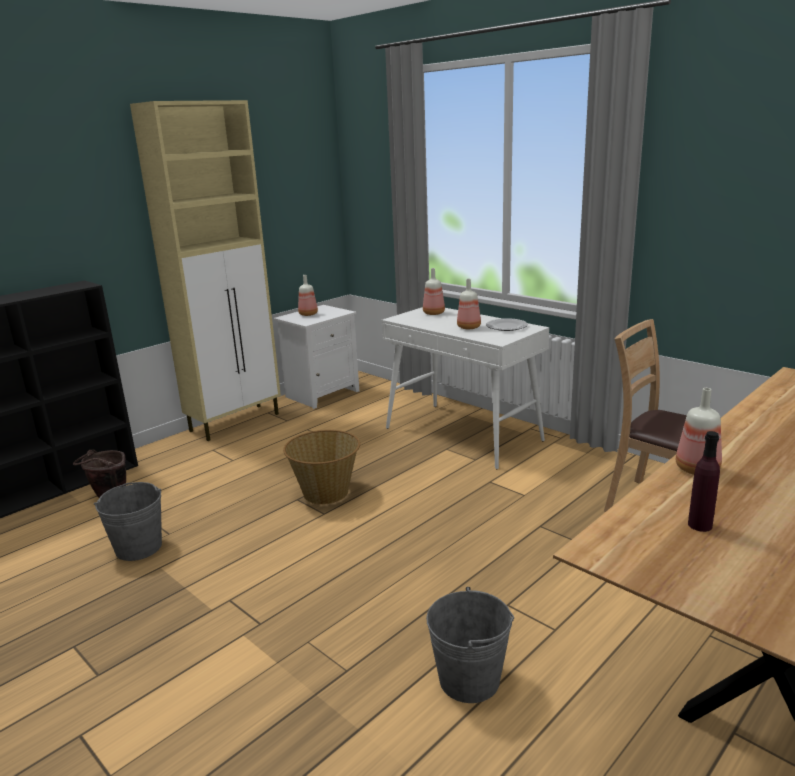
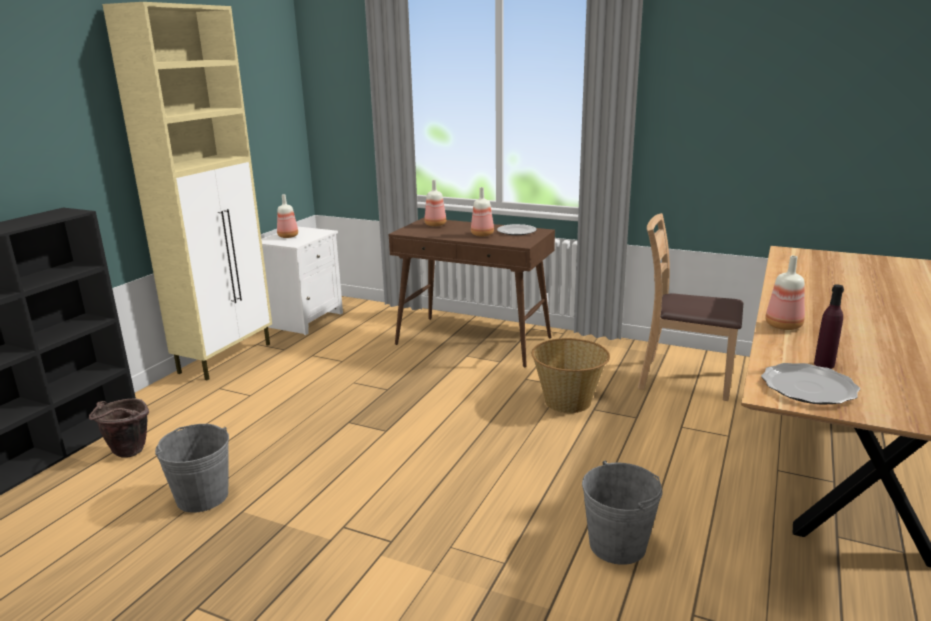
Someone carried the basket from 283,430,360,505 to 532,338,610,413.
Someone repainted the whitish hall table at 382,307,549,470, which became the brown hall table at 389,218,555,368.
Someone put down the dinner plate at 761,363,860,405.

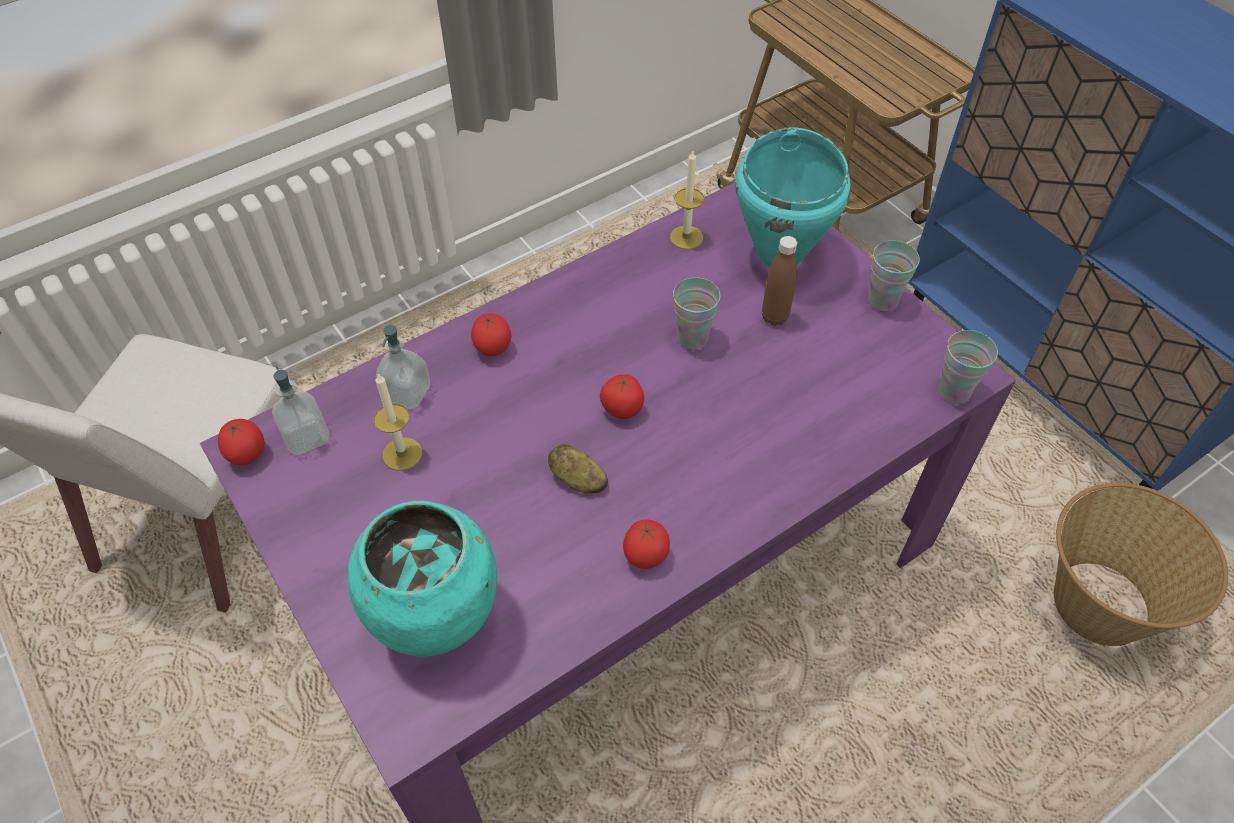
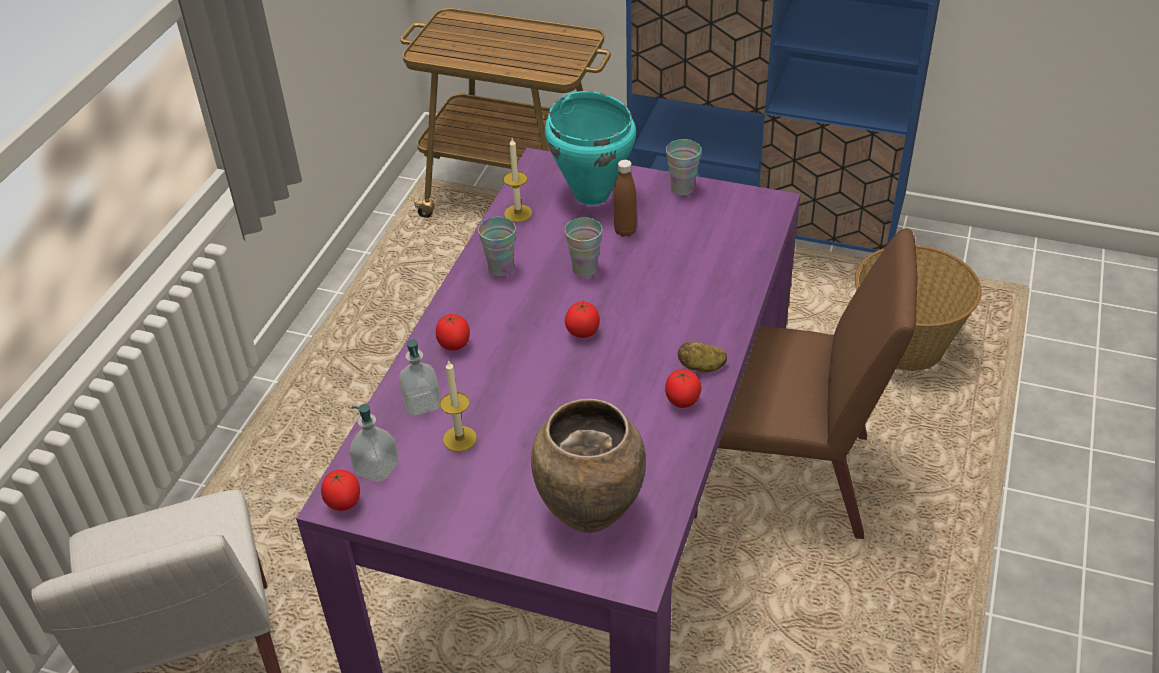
Someone repainted the turquoise decorative vase at 348,501,497,656, which became the brown decorative vase at 531,399,646,533.
Someone carried the spud from 548,444,608,494 to 678,342,727,373.
Someone carried the drinking cup from 938,330,998,403 to 478,217,516,276.
Someone put down the brown chair at 694,229,918,539.

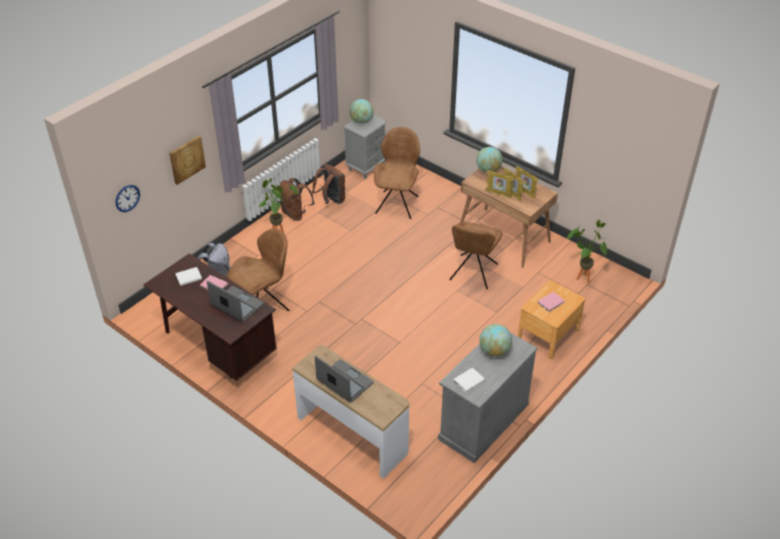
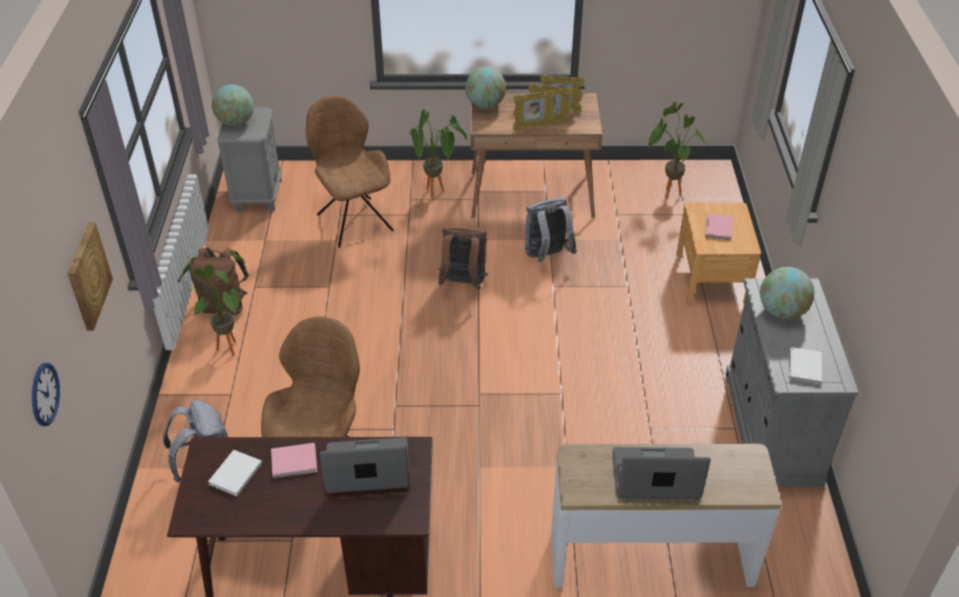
Someone carried the brown rucksack from 312,164,345,204 to 438,227,488,290.
Someone swapped the brown chair at 449,222,502,289 for the greyish rucksack at 525,197,577,262.
Someone put down the plant in a pot at 410,109,467,198.

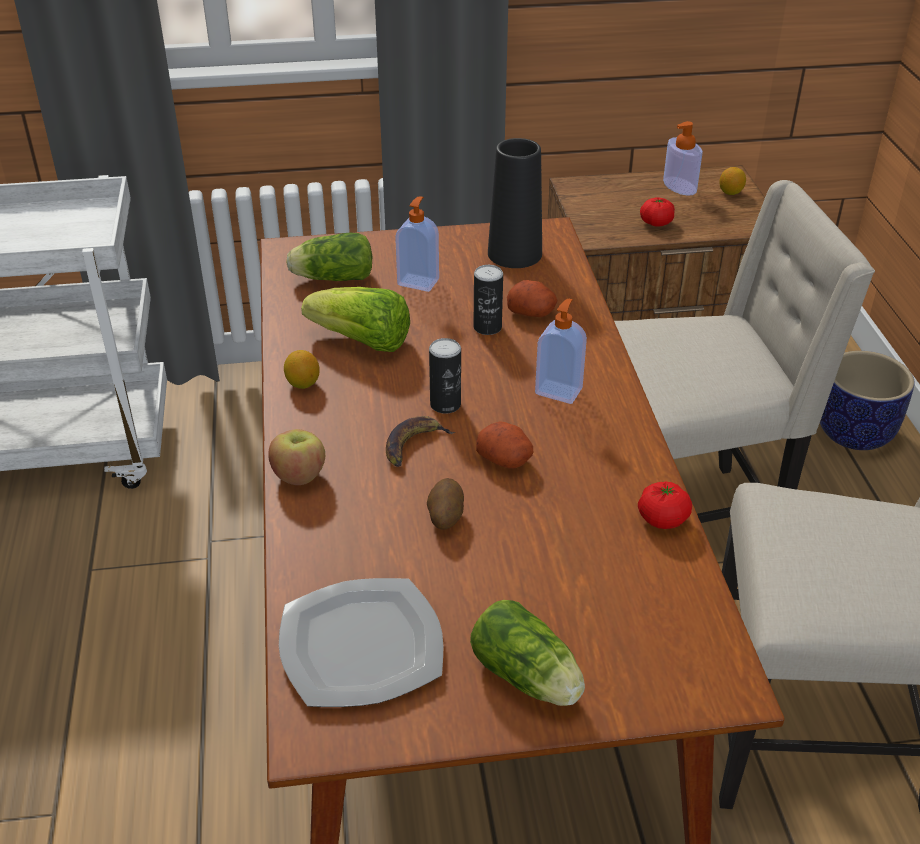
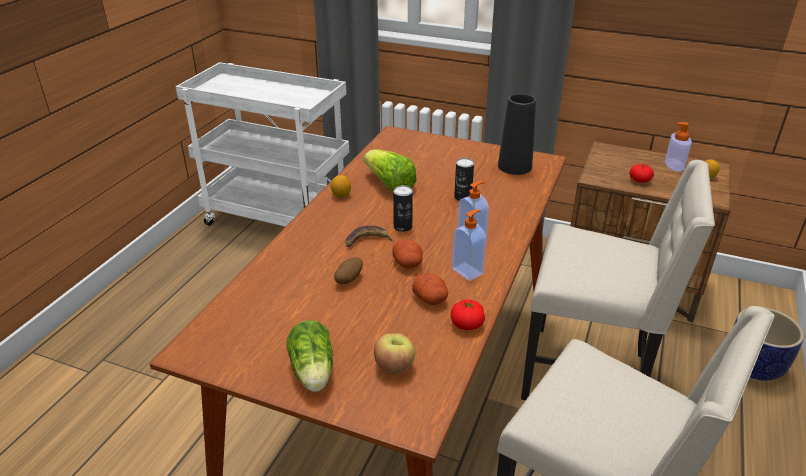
Someone carried the apple from 268,429,325,485 to 374,333,415,375.
Someone took away the dinner plate at 279,578,443,707.
Someone took away the lettuce at 286,232,372,281.
Someone carried the soap bottle from 395,196,439,292 to 452,209,487,281.
Someone carried the spud from 507,280,558,317 to 412,273,448,305.

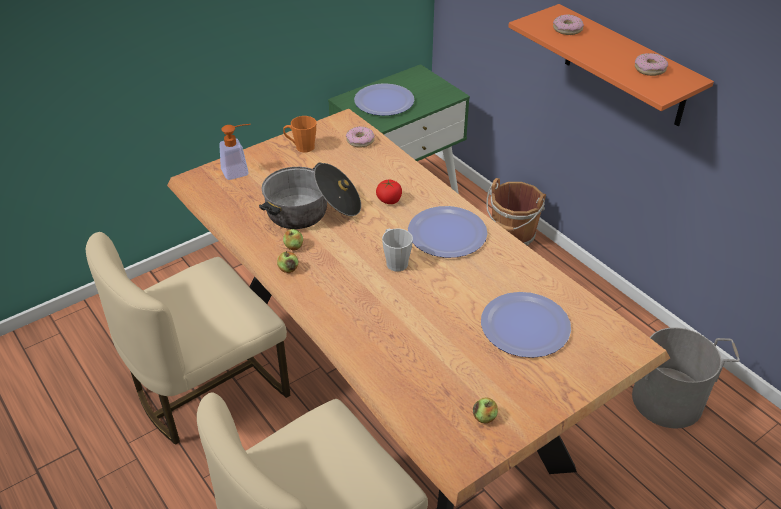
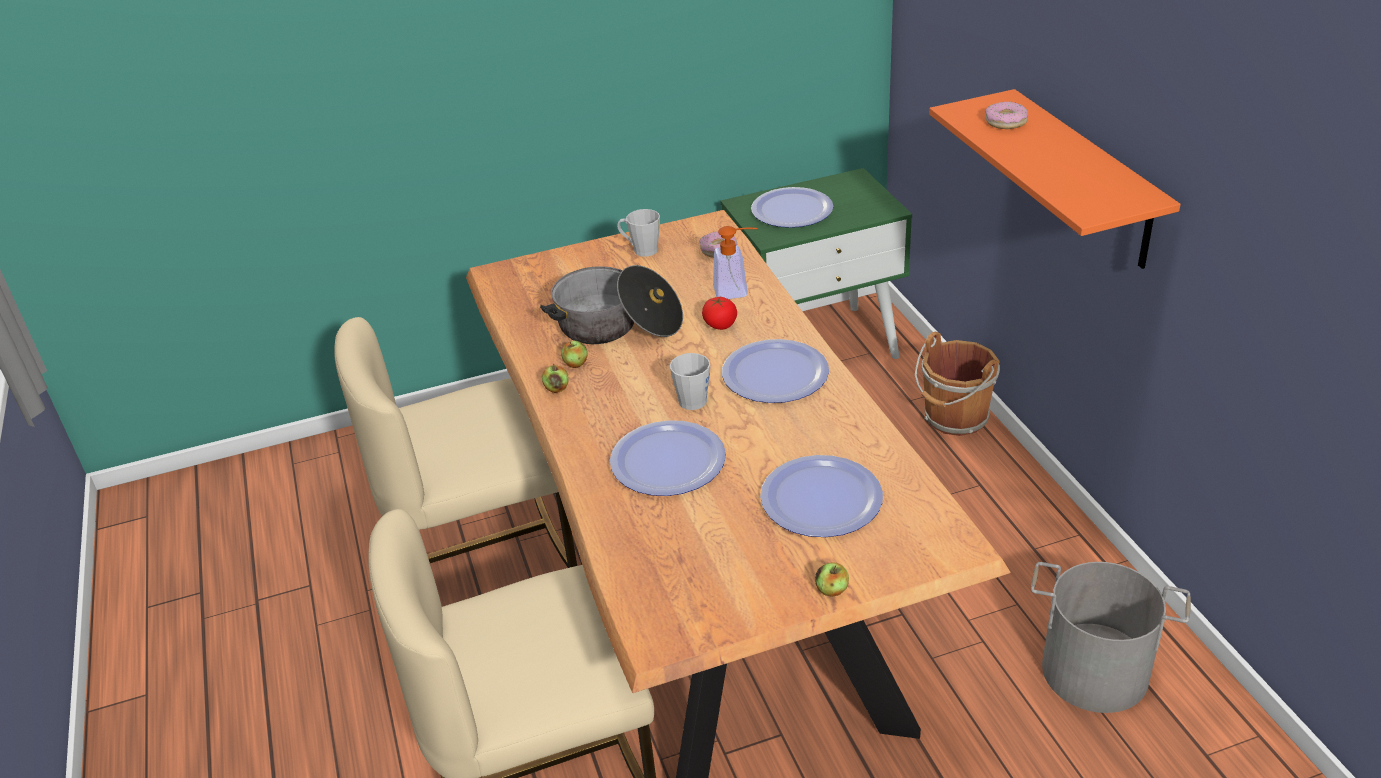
Someone carried the soap bottle from 219,124,251,180 to 713,226,758,299.
Someone repainted the orange-coloured tea mug at 283,116,316,152, which became the greyish tea mug at 617,209,660,257.
Someone carried the apple from 473,397,498,423 to 815,562,849,597.
Someone took away the ring doughnut at 635,53,668,76.
Someone put down the dinner plate at 610,420,726,496.

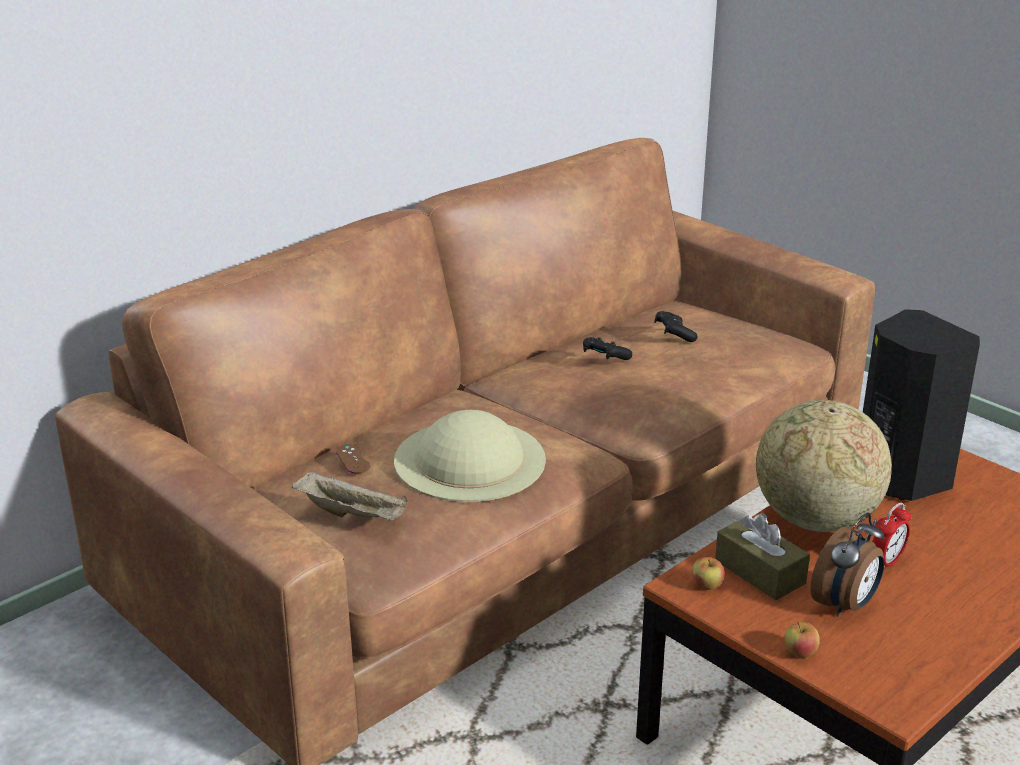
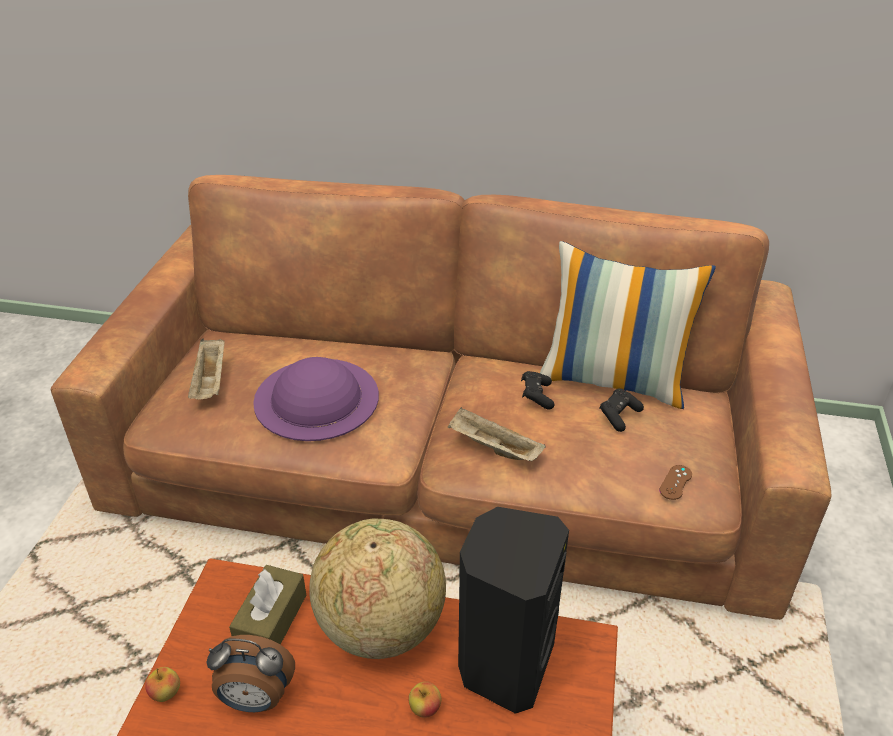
Someone carried the brown game controller from 336,444,370,473 to 659,465,692,500.
Someone repainted the beige clothing hat at 394,410,546,502, which became the purplish clothing hat at 253,357,379,441.
Someone carried the apple from 692,557,725,590 to 408,681,441,718.
Someone took away the bedside clock at 872,502,911,567.
Someone put down the beige tray at 448,407,546,461.
Someone put down the throw pillow at 540,241,716,409.

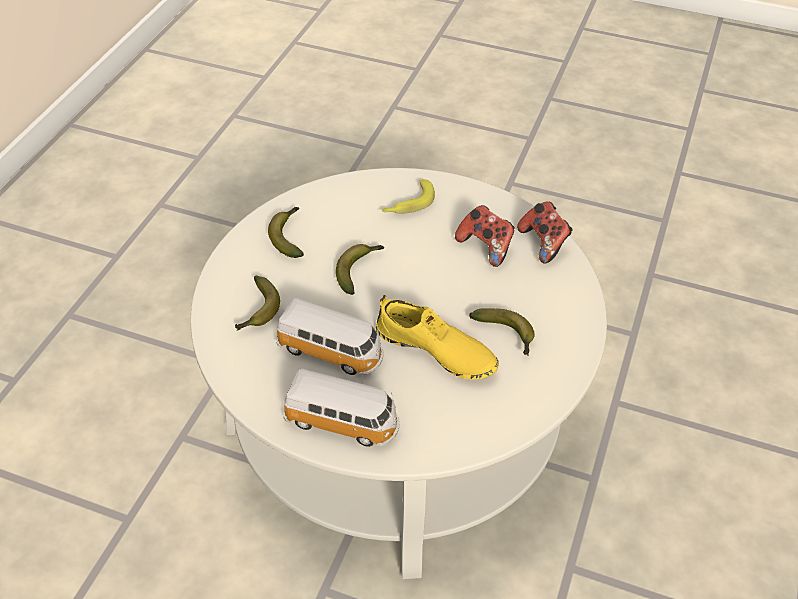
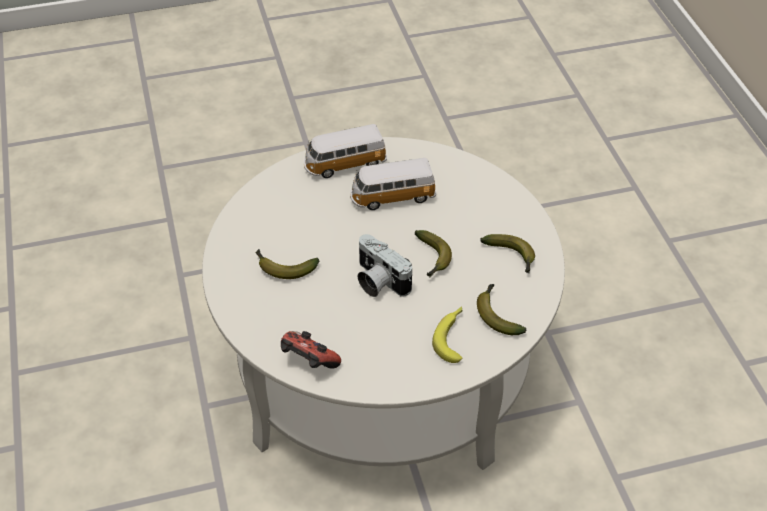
Someone carried the banana fruit from 235,275,280,331 to 477,284,527,335.
Someone took away the yellow item of footwear at 376,295,499,380.
Someone took away the game controller at 455,205,514,267.
Someone put down the still camera at 357,234,412,297.

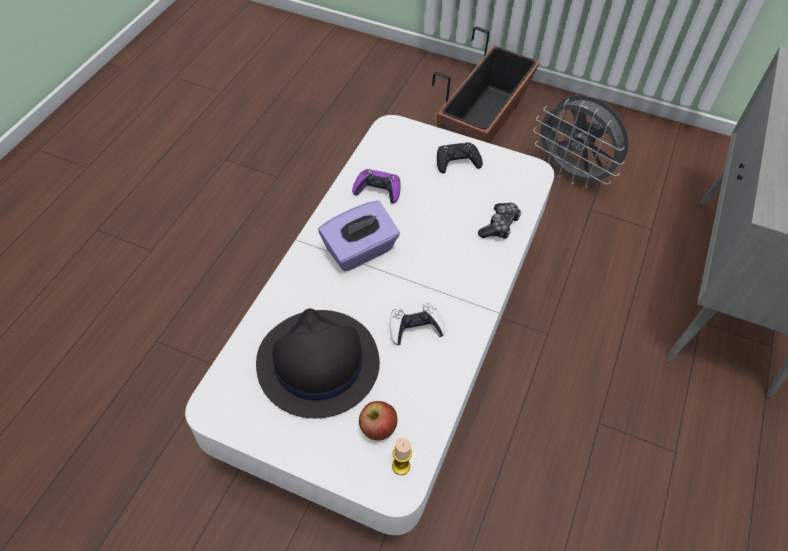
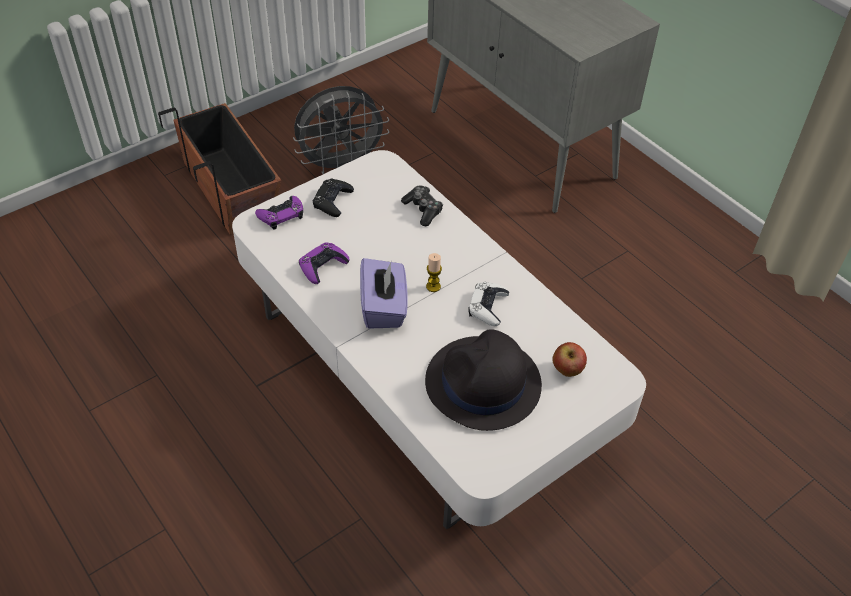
Someone carried the wax candle from 392,438,412,475 to 426,253,442,292.
Someone put down the purplish game controller at 255,196,303,230.

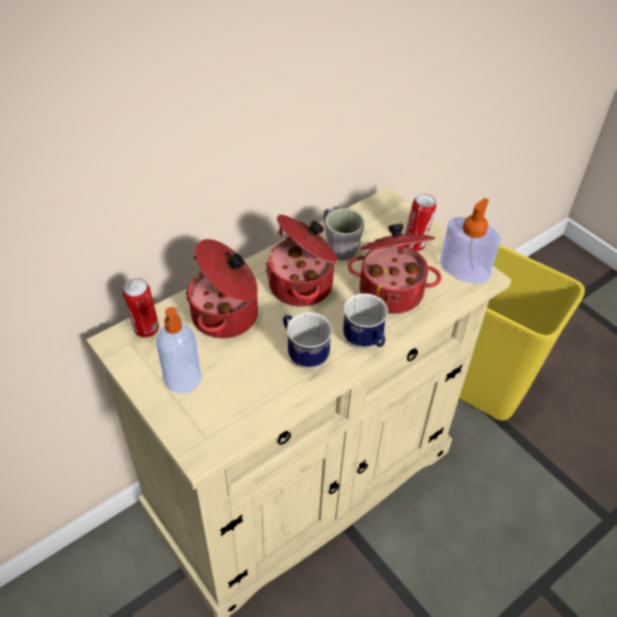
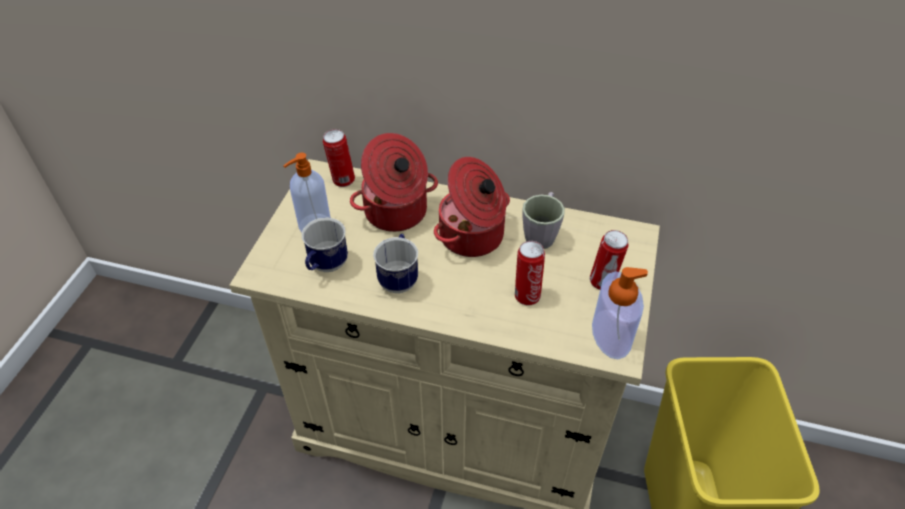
Someone carried the tea mug from 343,293,388,349 to 302,218,348,272.
Someone swapped the stockpot at 348,224,442,314 for the can at 515,241,545,305.

